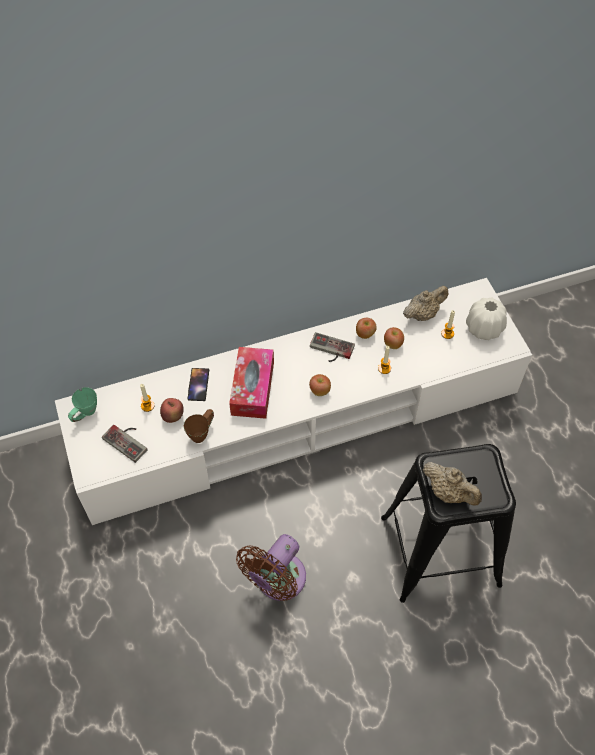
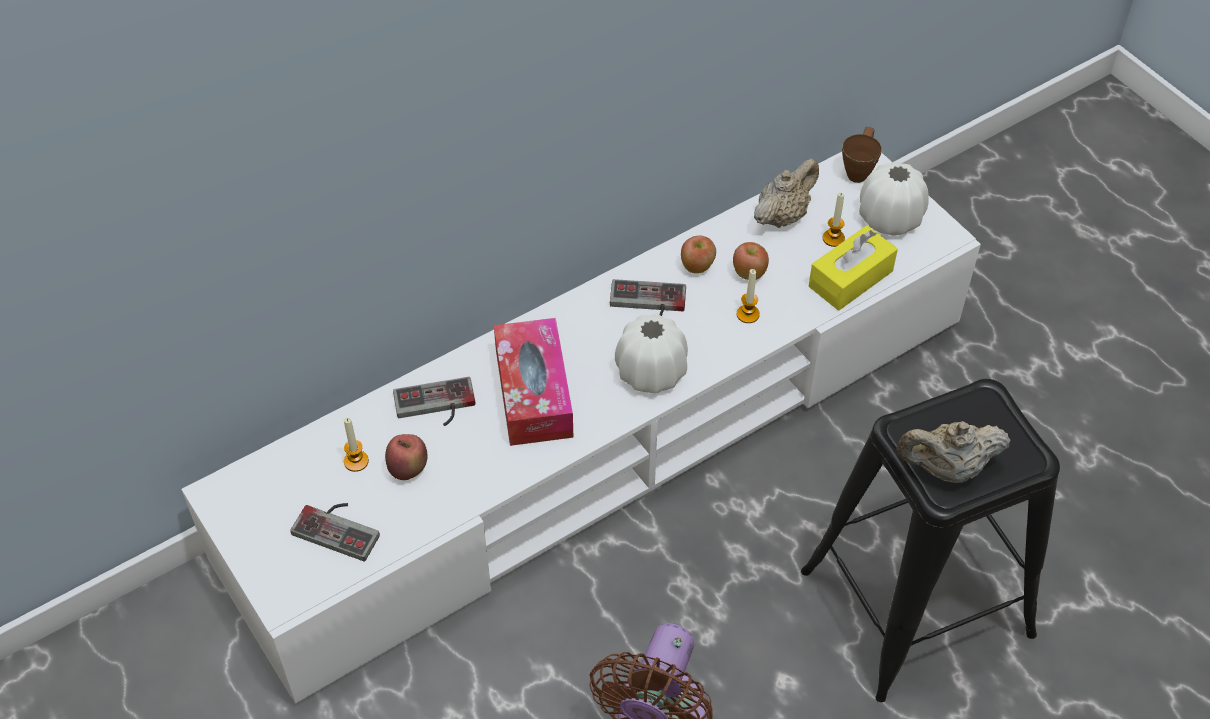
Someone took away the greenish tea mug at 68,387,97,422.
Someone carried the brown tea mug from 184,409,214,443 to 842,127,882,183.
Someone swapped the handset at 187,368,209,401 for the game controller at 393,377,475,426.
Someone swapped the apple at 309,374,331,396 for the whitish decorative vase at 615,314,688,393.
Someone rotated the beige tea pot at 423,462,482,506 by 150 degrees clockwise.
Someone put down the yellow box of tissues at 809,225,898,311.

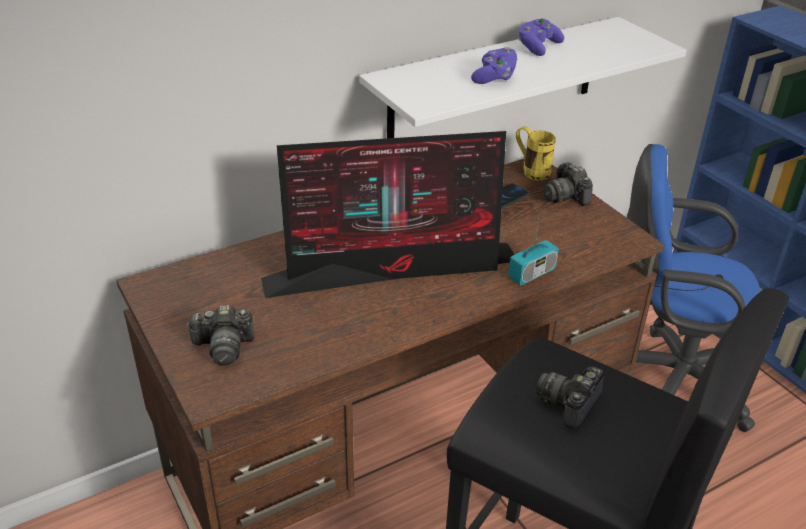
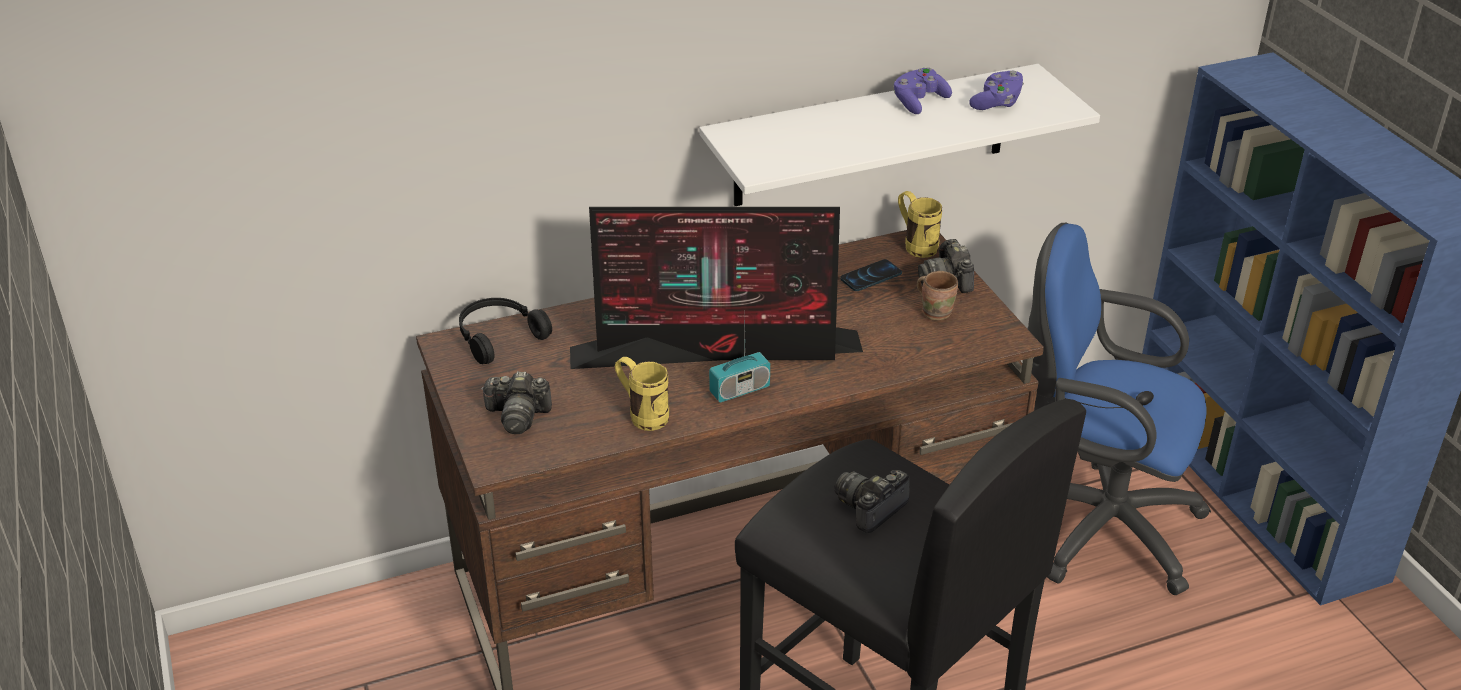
Someone carried the purplish game controller from 471,47,517,84 to 969,71,1024,110.
Someone carried the radio from 508,203,559,286 to 709,328,770,402.
Someone put down the black headphones at 459,298,552,364.
Someone put down the yellow tea mug at 615,357,669,431.
Someone put down the brown tea mug at 917,271,958,320.

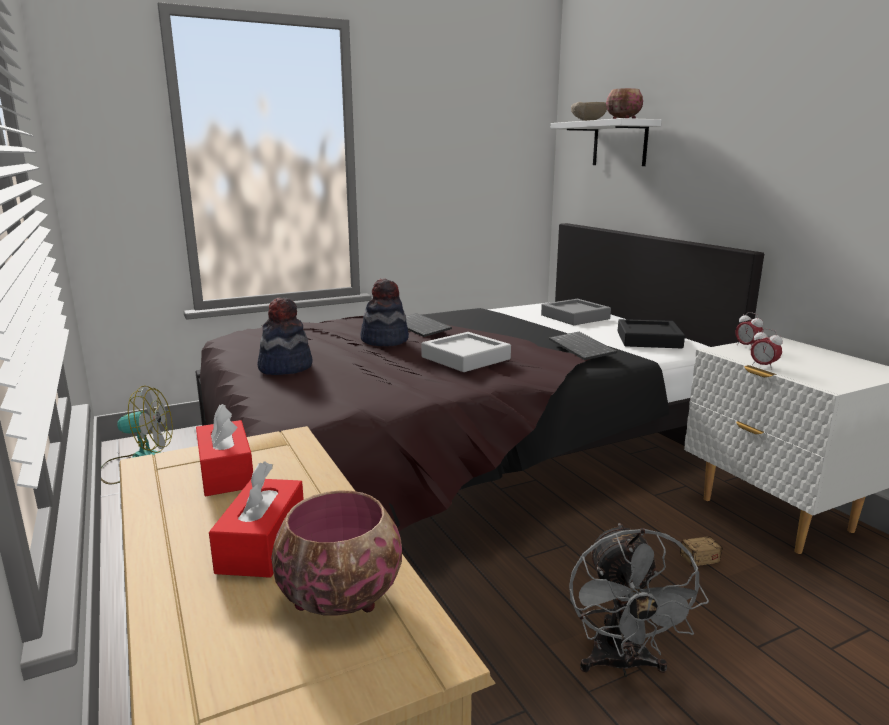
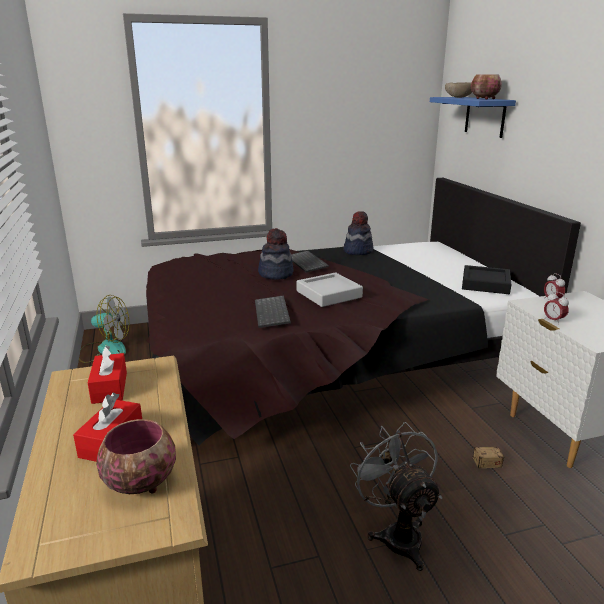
Someone carried the clothing hat from 257,298,313,375 to 344,211,374,255.
Someone took away the greyish tray at 541,299,611,325.
Someone carried the keyboard from 549,332,617,360 to 255,295,291,328.
Someone repainted the whitish shelf at 551,118,661,166, which became the blue shelf at 430,97,516,138.
Someone rotated the greyish electric fan at 569,523,709,677 by 150 degrees clockwise.

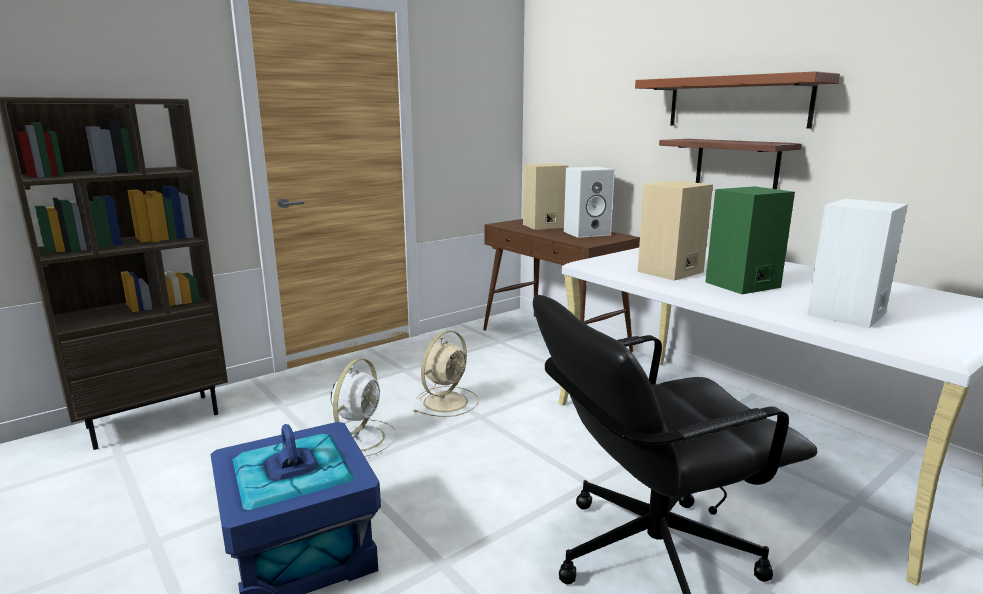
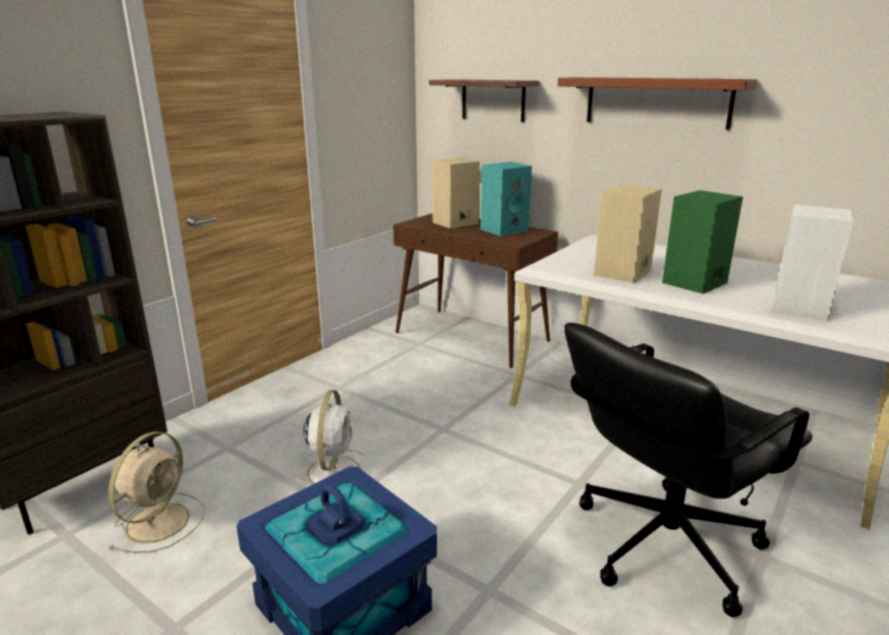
Someone carried the beige electric fan from 413,330,479,417 to 108,432,205,553.
Someone repainted the whitish loudspeaker at 564,167,615,238, which became the turquoise loudspeaker at 480,162,532,236.
Someone carried the shelf from 659,139,802,189 to 429,79,539,122.

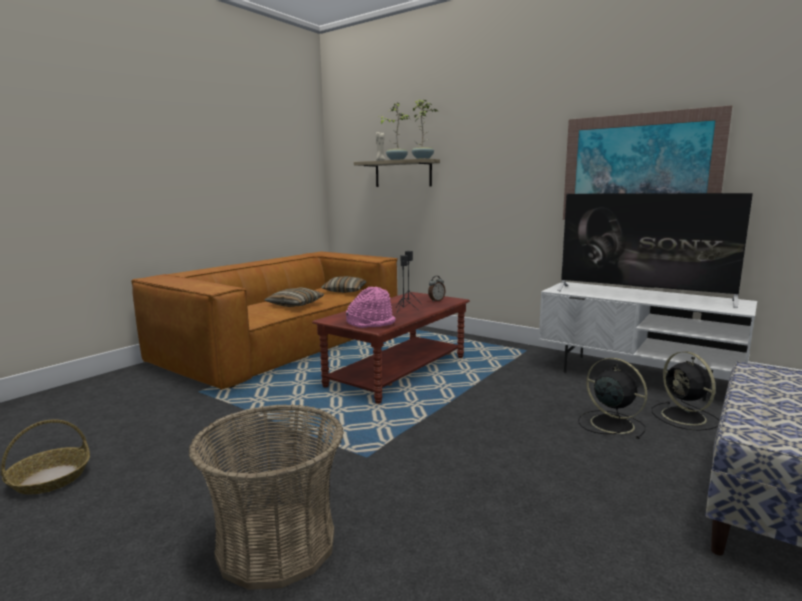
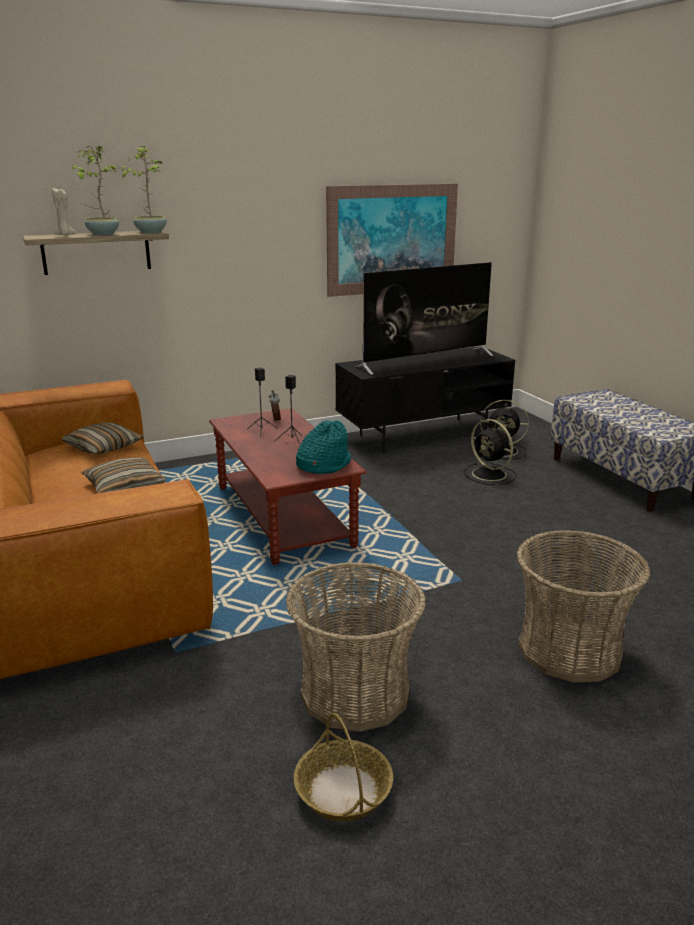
Someone repainted the pinkish clothing hat at 346,287,396,328, which became the turquoise clothing hat at 296,420,351,474.
Someone repainted the whitish media console at 538,282,757,401, which became the black media console at 335,346,516,453.
Someone rotated the black electric fan at 578,358,648,439 by 120 degrees counterclockwise.
Someone put down the basket at 286,562,426,732.

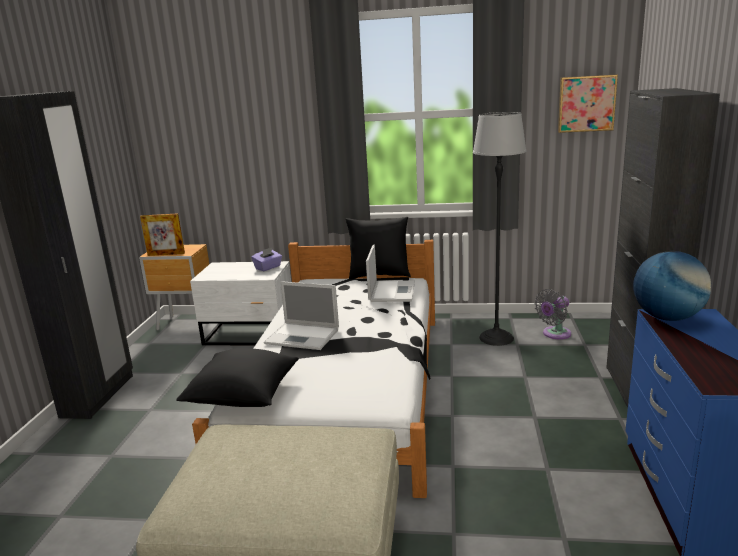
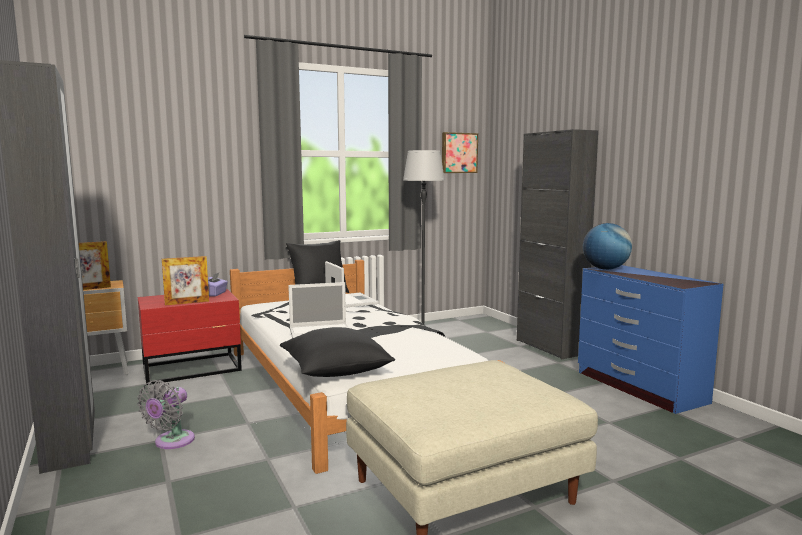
Someone repainted the whitish night table at 190,261,291,345, which became the reddish night table at 138,289,242,385.
Someone carried the greyish electric fan from 534,289,571,339 to 137,380,195,449.
Someone put down the standing frame at 162,256,209,305.

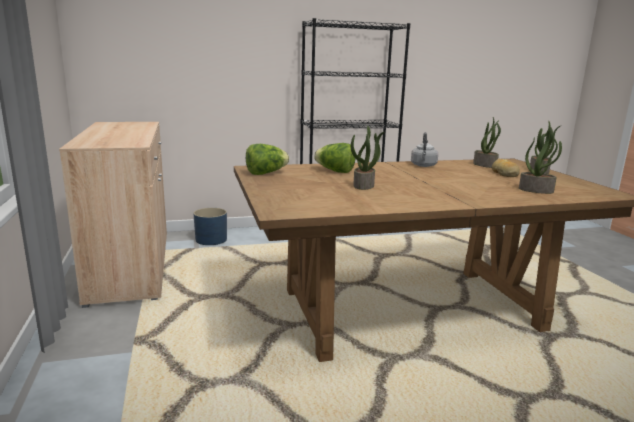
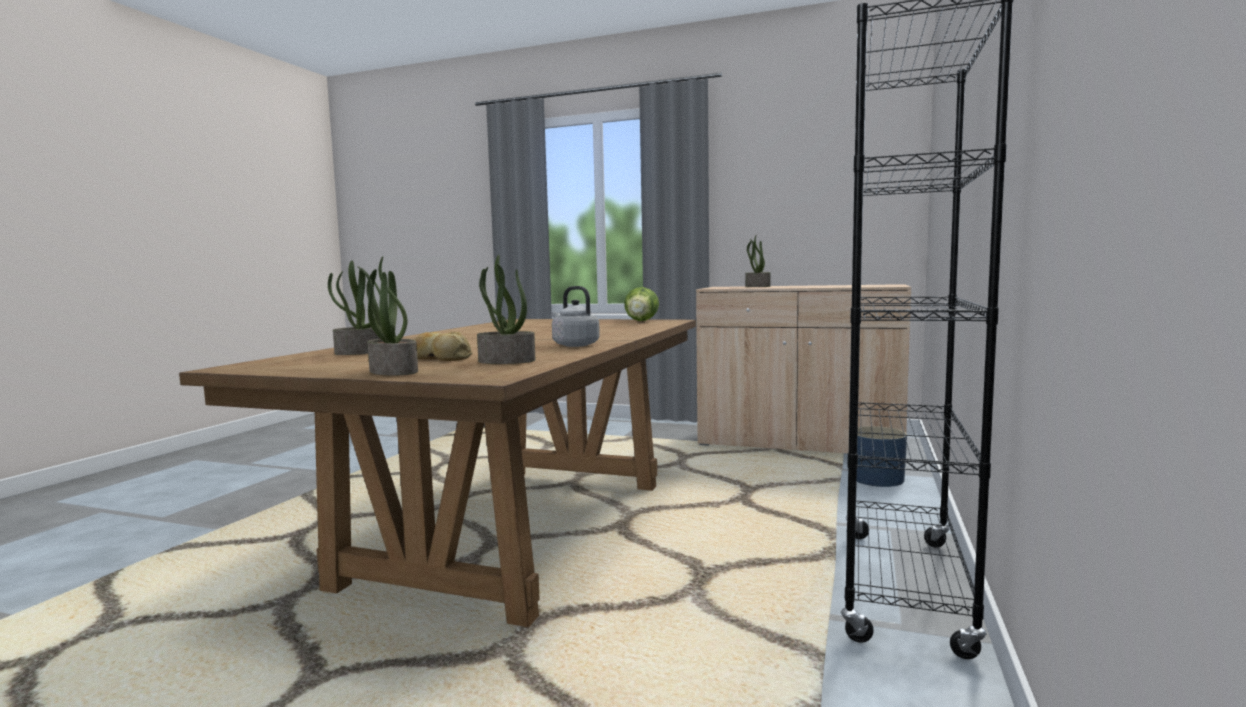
Someone took away the lettuce at 314,143,355,173.
Someone carried the plant in a pot from 351,126,384,190 to 745,234,771,287.

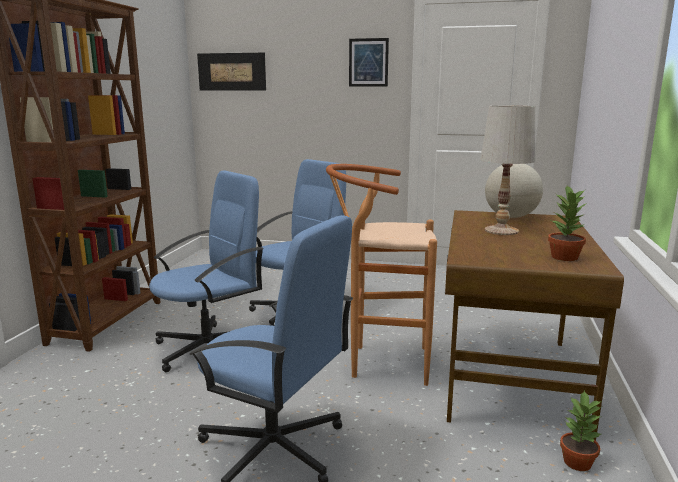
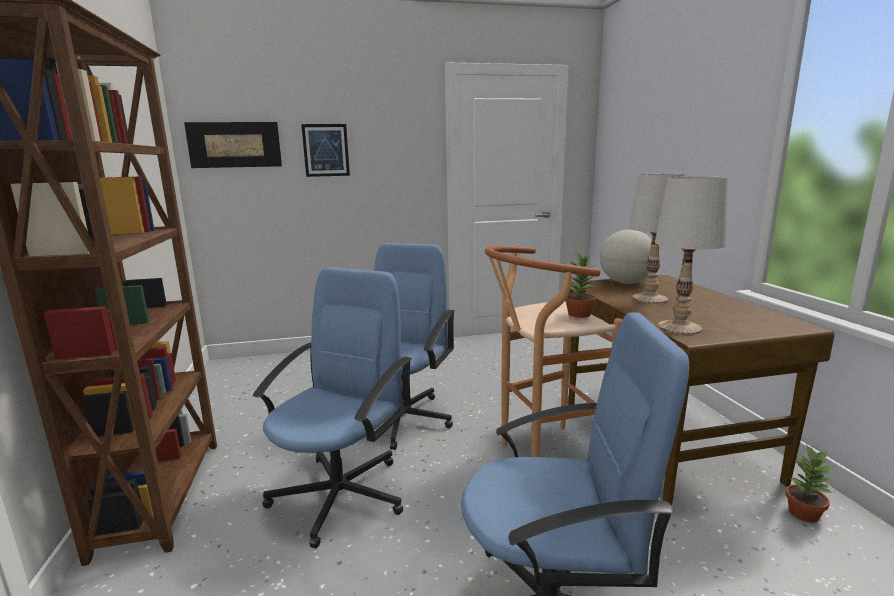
Someone carried the picture from 349,38,389,87 to 301,124,350,177.
Someone carried the plant in a pot from 548,186,587,261 to 565,251,596,318.
Someone put down the whitish table lamp at 655,177,728,335.

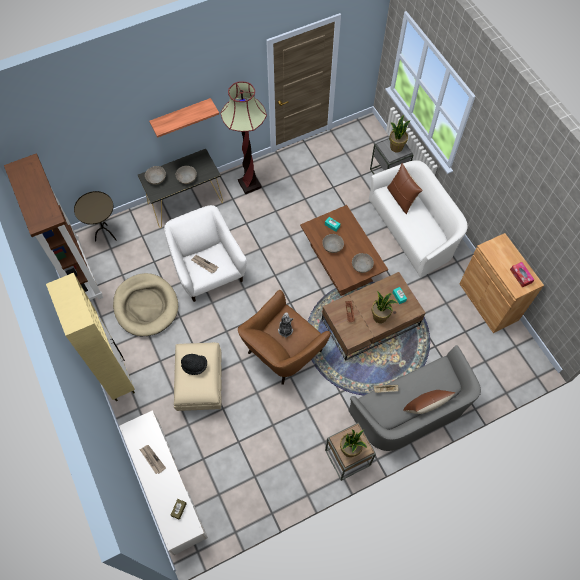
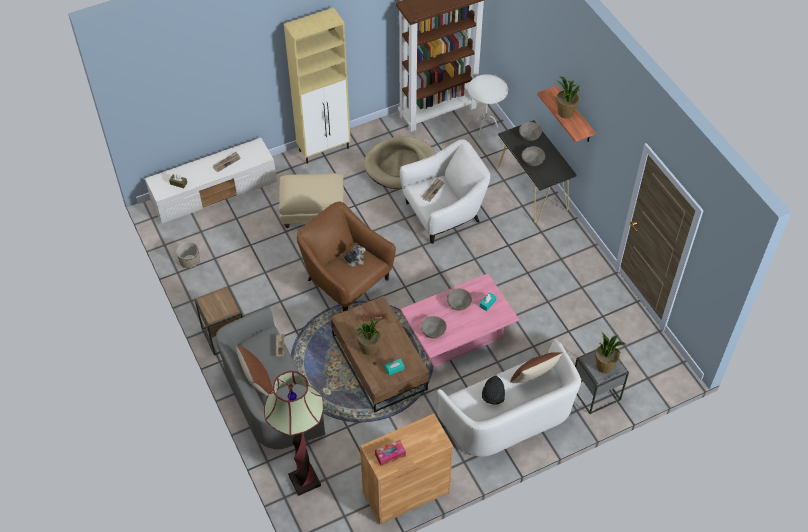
Someone repainted the brown end table at 74,191,117,242, which became the whitish end table at 468,74,508,136.
Someone carried the black clothing hat from 181,354,207,375 to 482,375,505,405.
Someone carried the standard lamp from 220,81,267,195 to 264,371,324,496.
Someone repainted the brown lounge table at 300,205,388,296, which became the pinkish lounge table at 401,274,519,367.
Someone carried the plant in a pot from 340,429,367,457 to 556,76,580,118.
Someone put down the flower pot at 176,242,200,269.

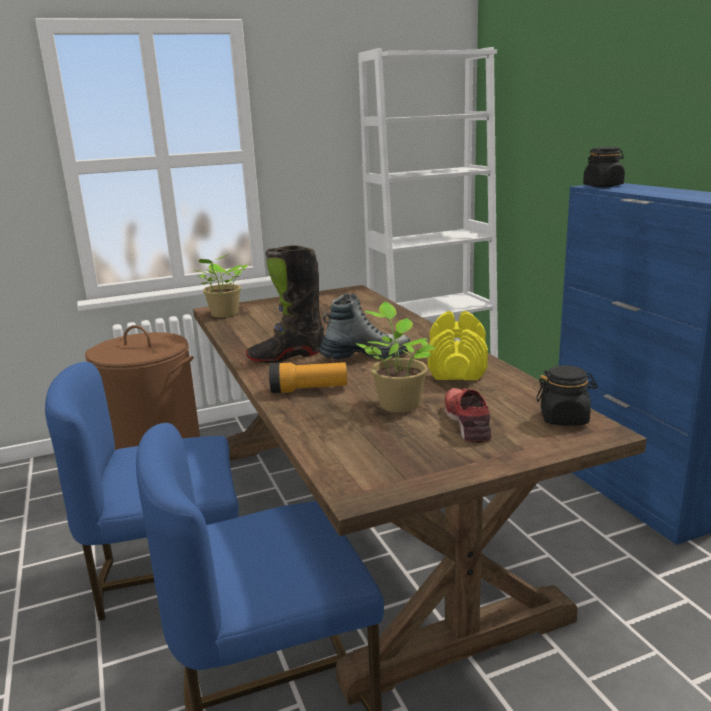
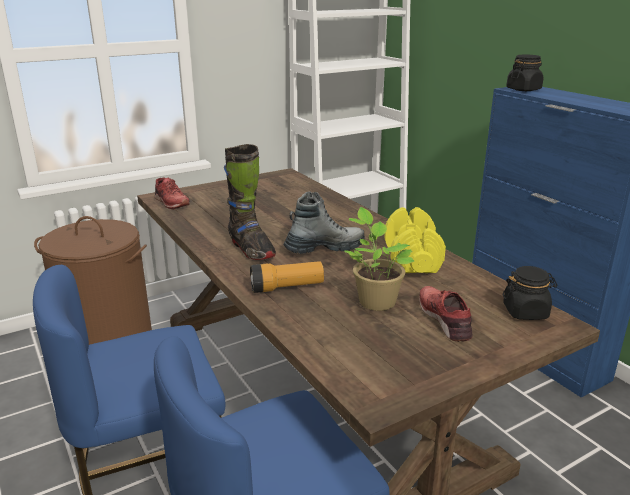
Someone swapped the plant in a pot at 193,255,248,318 for the reddish item of footwear at 155,177,190,210.
Someone rotated the black tall boot at 246,245,325,363 by 90 degrees counterclockwise.

